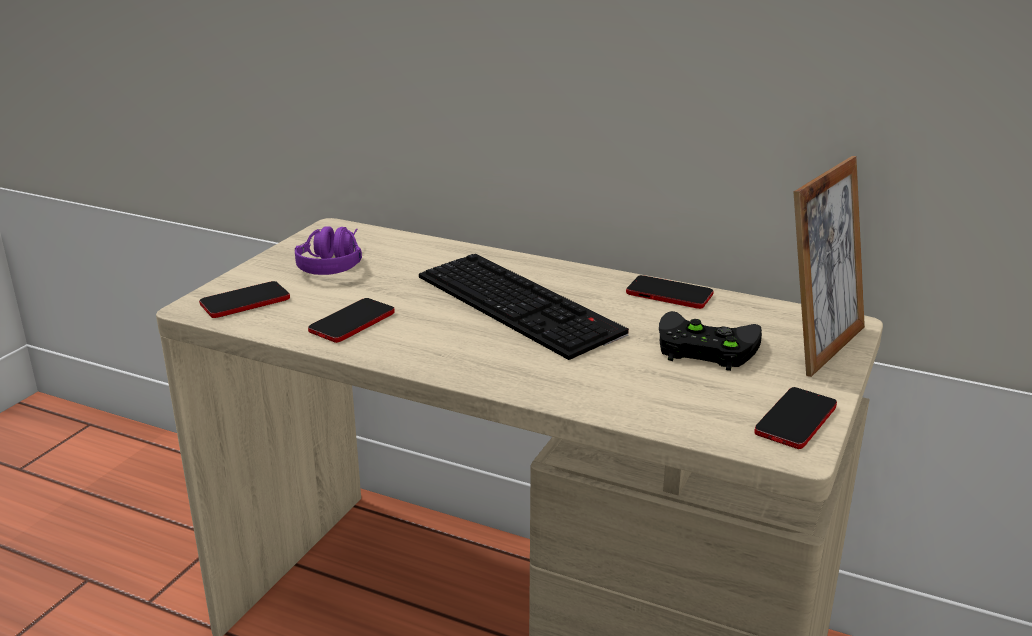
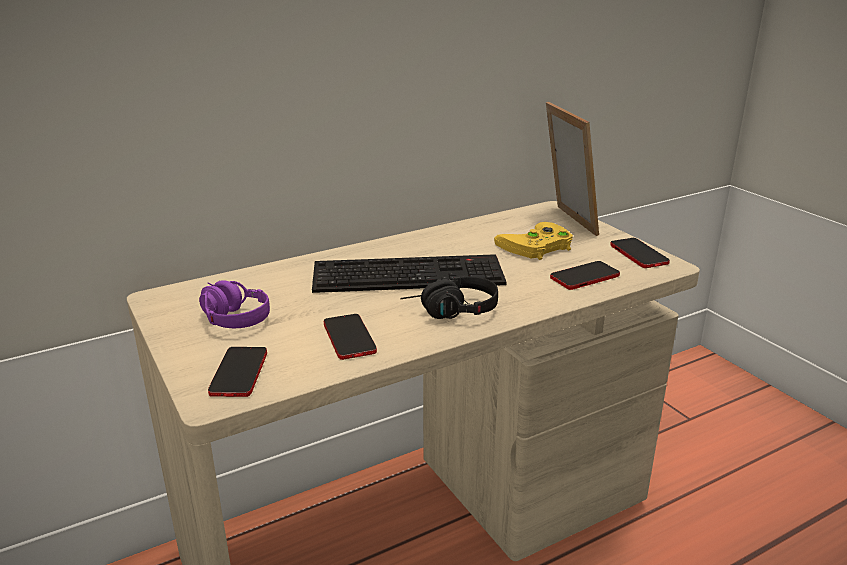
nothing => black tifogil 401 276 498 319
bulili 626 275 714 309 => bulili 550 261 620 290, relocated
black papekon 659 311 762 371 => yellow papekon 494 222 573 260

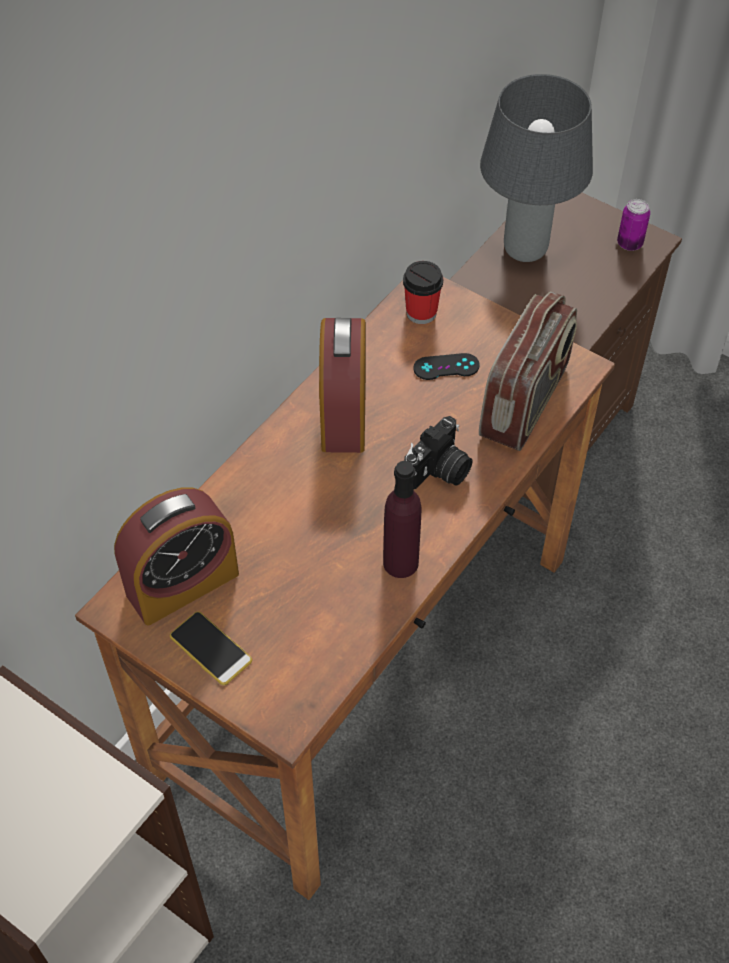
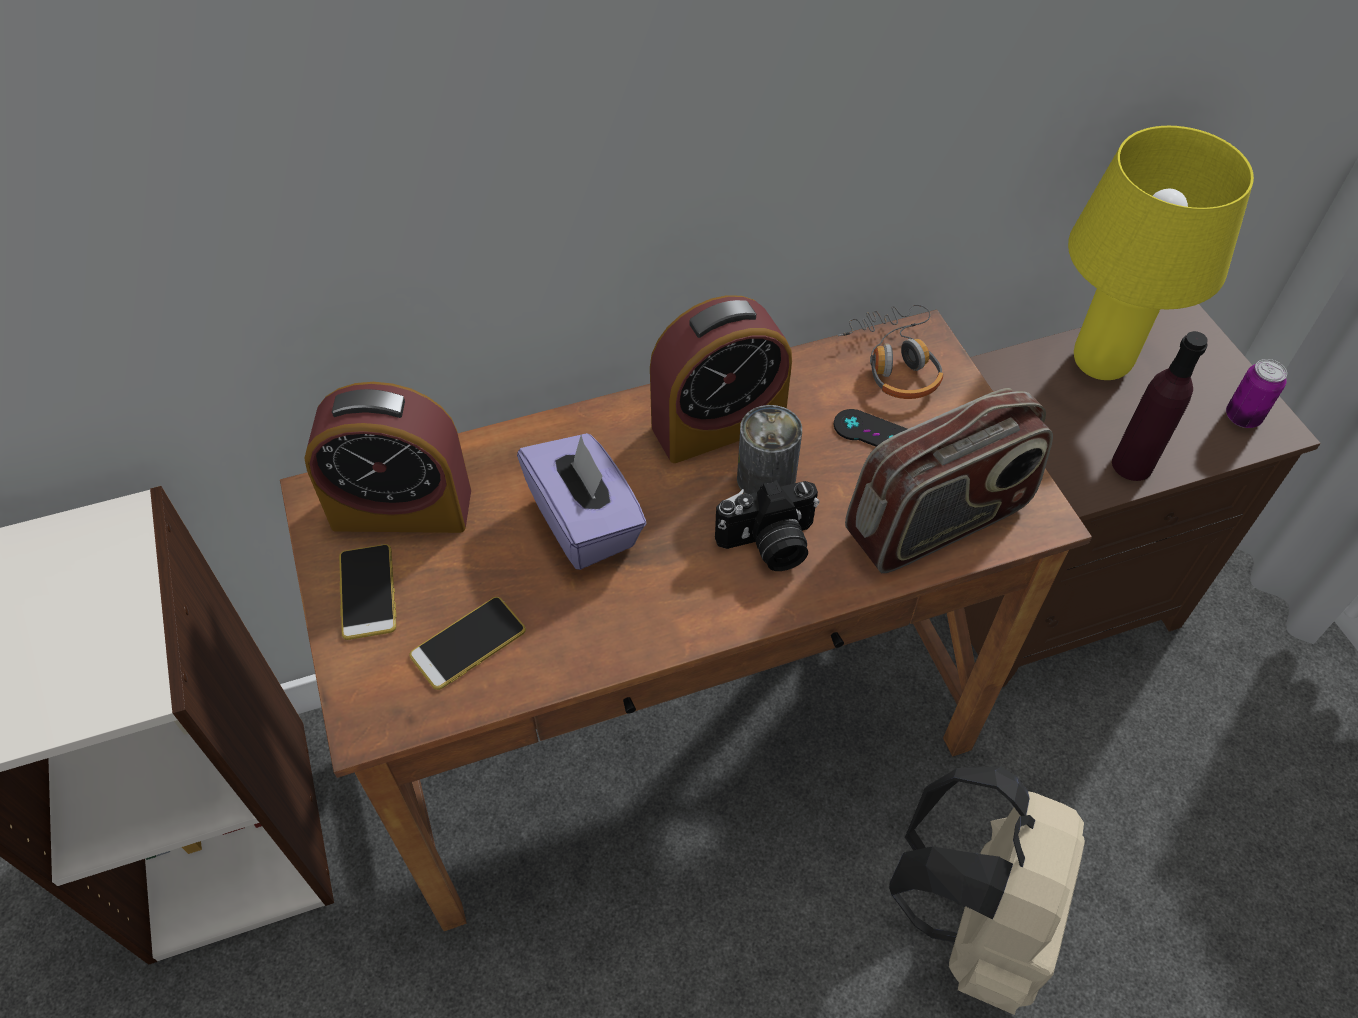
nothing => bulili 409 597 526 690
nothing => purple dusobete 517 433 647 570
nothing => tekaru 737 405 802 494
nothing => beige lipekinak 889 766 1085 1015
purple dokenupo 383 461 421 578 => purple dokenupo 1112 331 1208 481, relocated
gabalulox 403 261 443 324 => tifogil 838 304 943 399
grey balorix 480 74 593 262 => yellow balorix 1068 126 1254 380
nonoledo 319 318 366 453 => nonoledo 650 295 792 463, 150 degrees counterclockwise

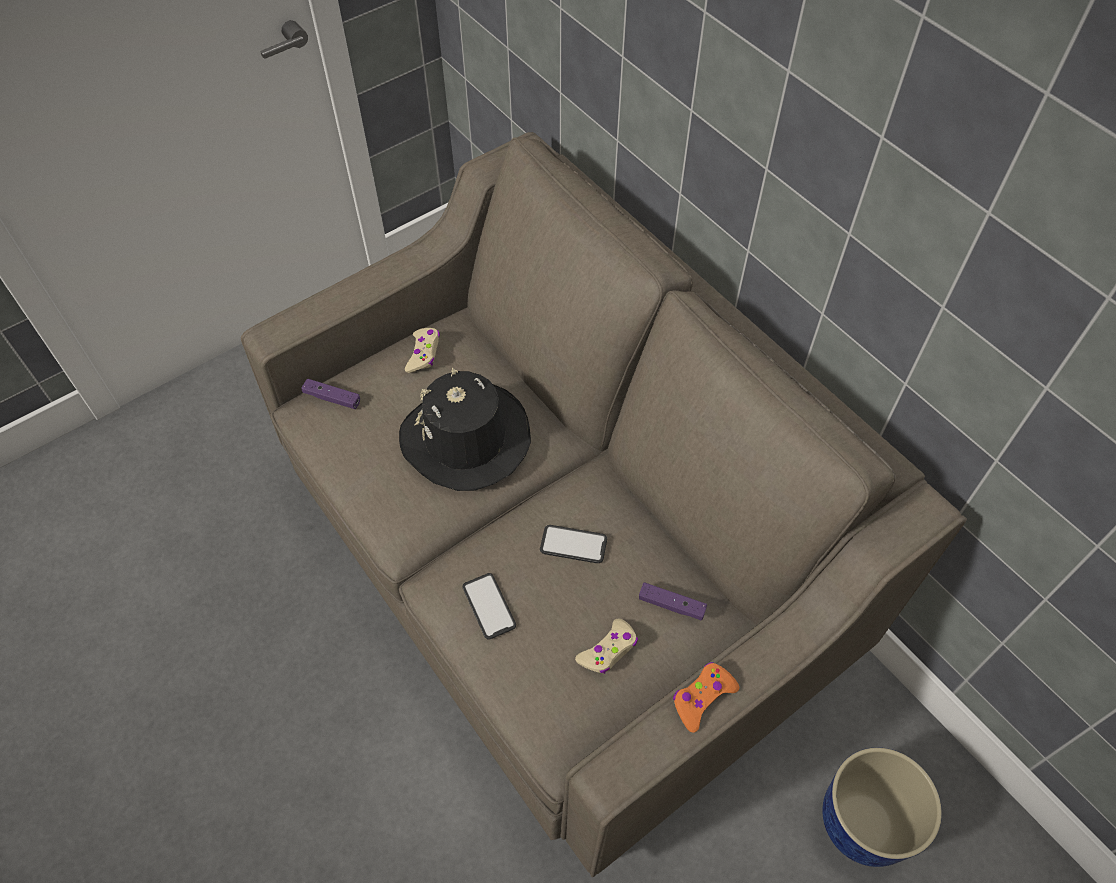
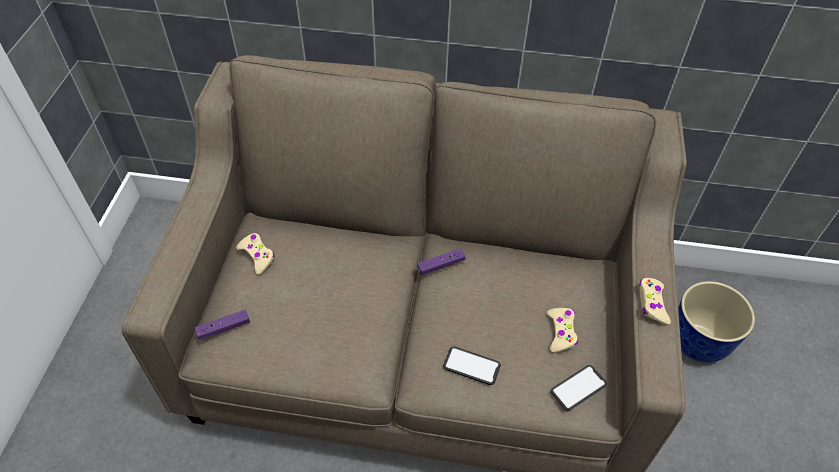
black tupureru 399 368 531 491 => nothing
bulili 540 525 607 563 => bulili 551 365 607 411, relocated
purple papekon 639 582 707 621 => purple papekon 417 248 465 275, relocated
orange papekon 673 662 739 733 => beige papekon 639 278 671 325

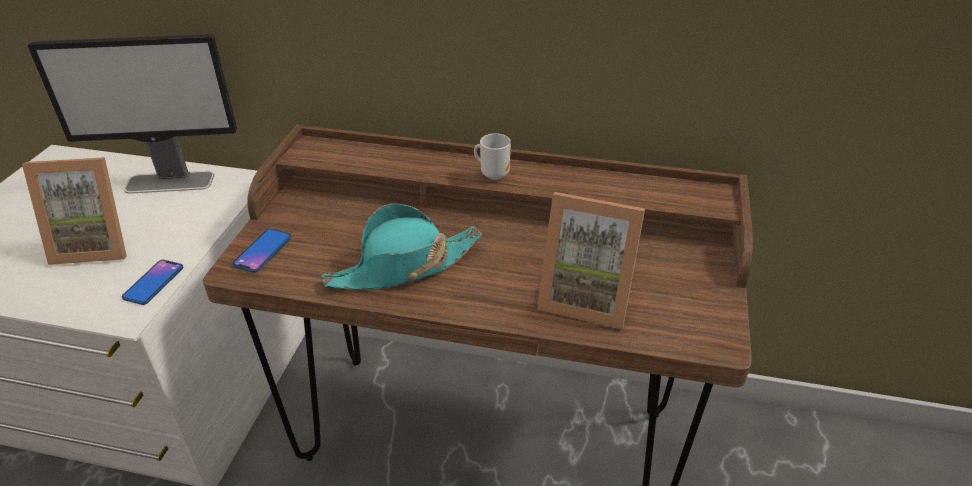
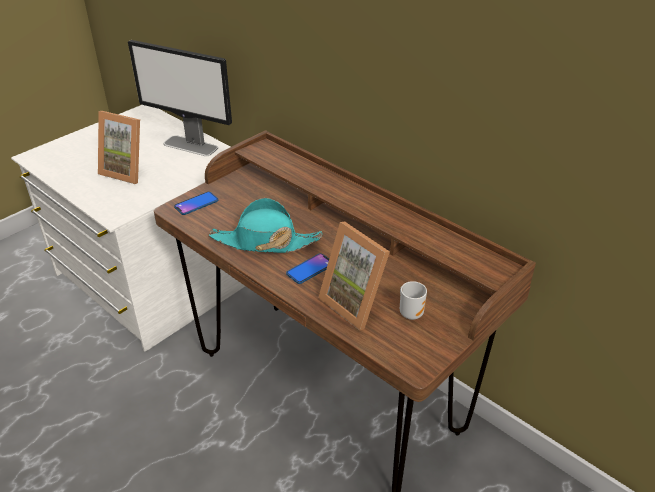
bulili 122 260 183 305 => bulili 286 253 329 284, relocated
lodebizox 474 133 511 180 => lodebizox 400 281 427 320, relocated

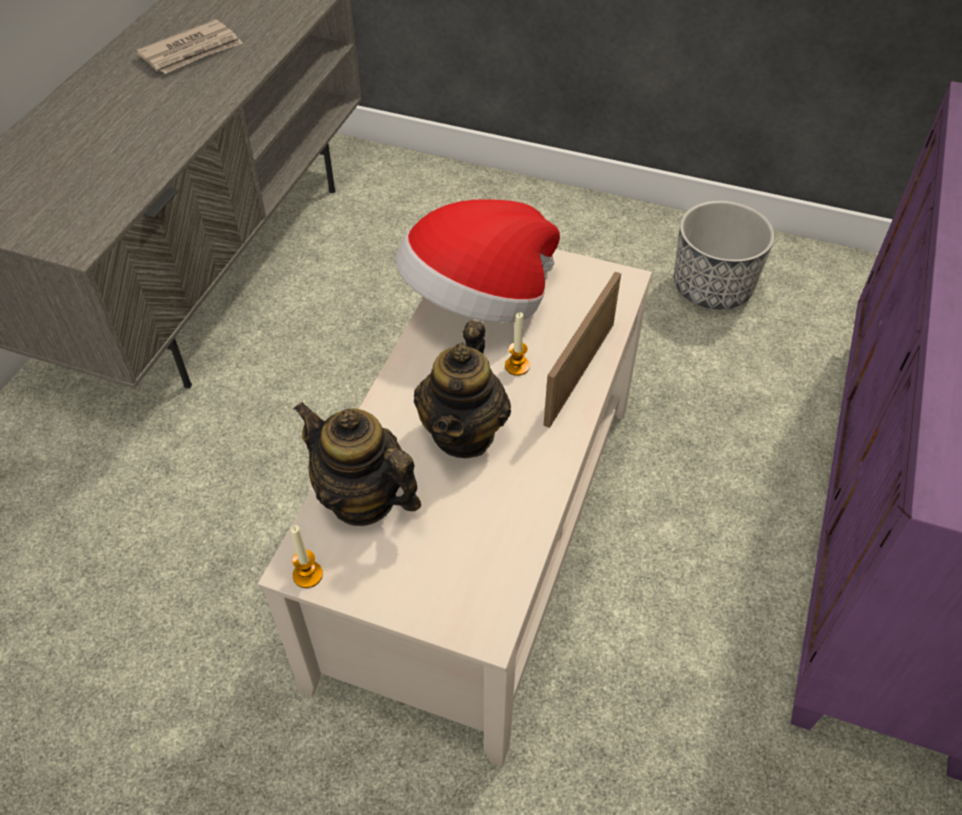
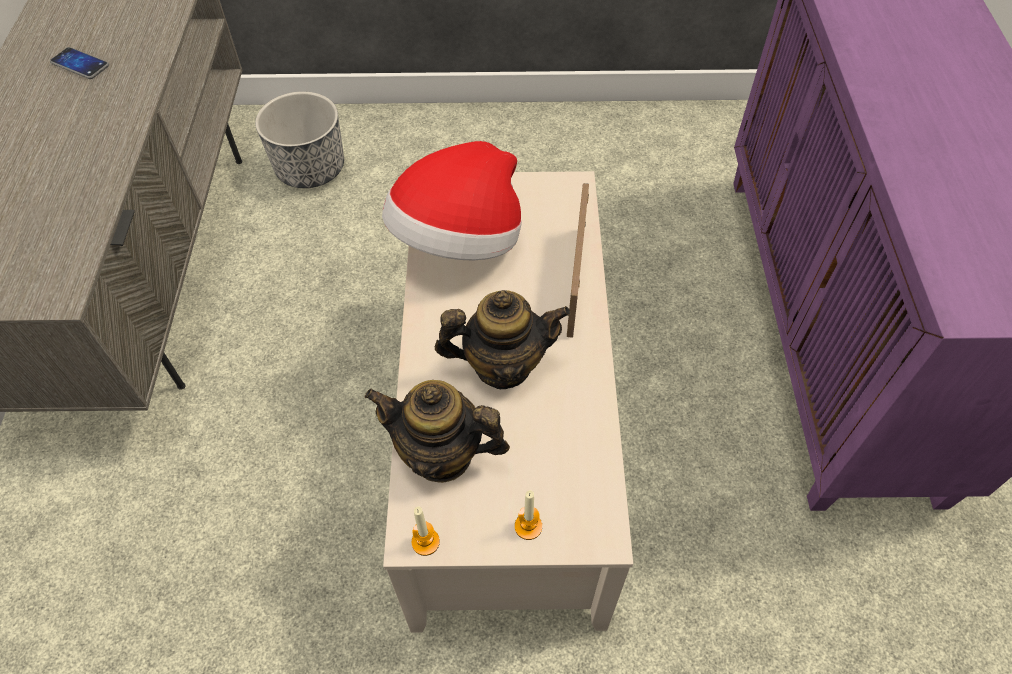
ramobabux 505 312 530 376 => ramobabux 515 490 542 540, relocated
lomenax 674 201 775 309 => lomenax 255 91 344 188, relocated
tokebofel 135 19 243 74 => bulili 50 47 109 79
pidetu 414 321 511 458 => pidetu 435 290 571 389, 90 degrees counterclockwise

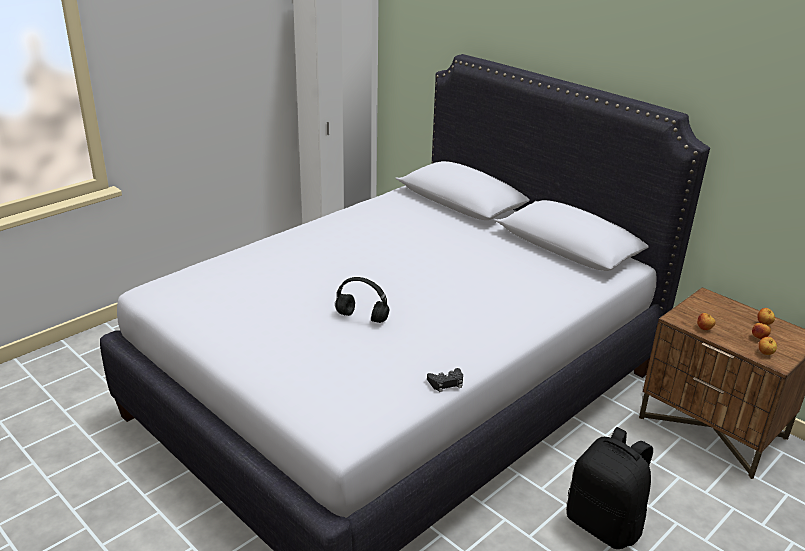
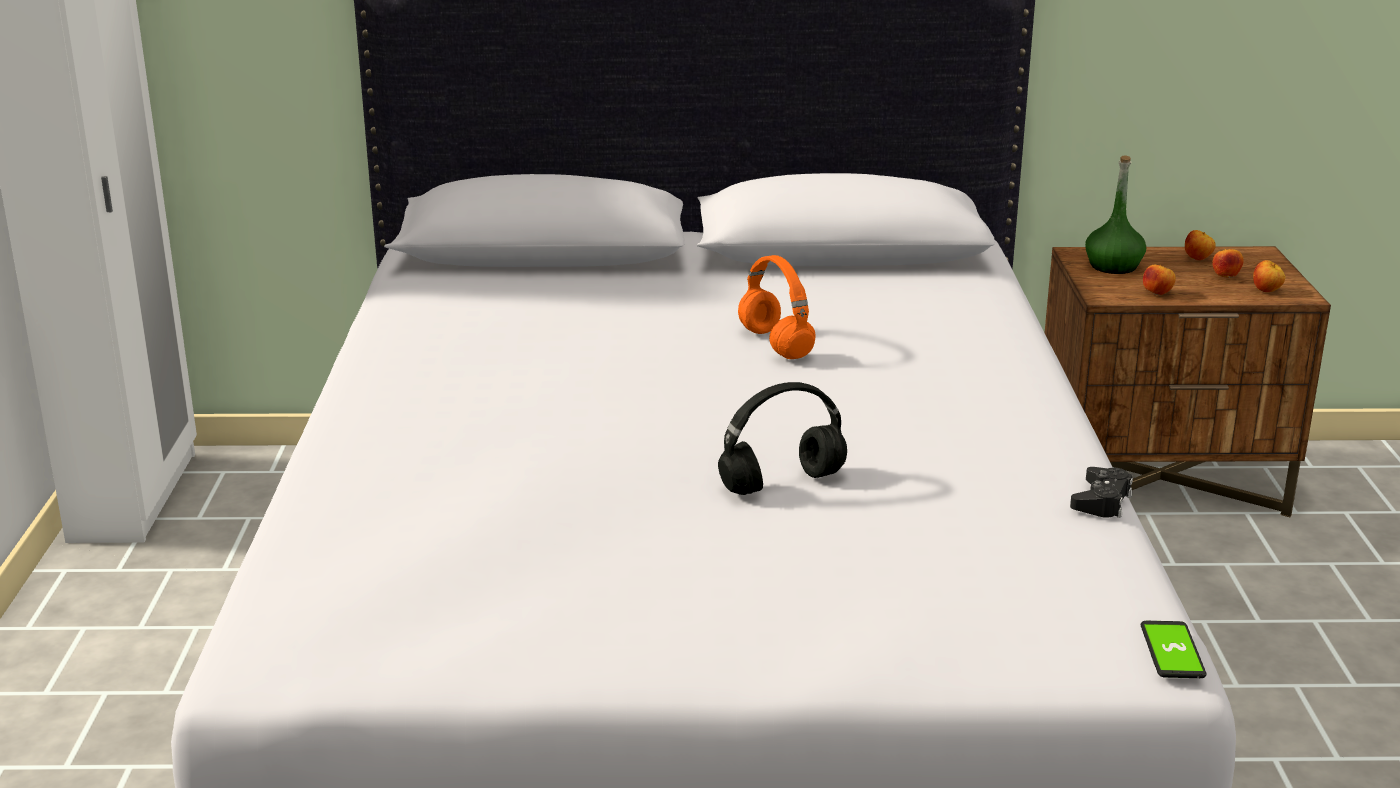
black lipekinak 567 427 653 549 => nothing
nothing => orange tifogil 738 255 815 359
nothing => green dokenupo 1085 155 1146 274
nothing => bulili 1141 621 1206 678

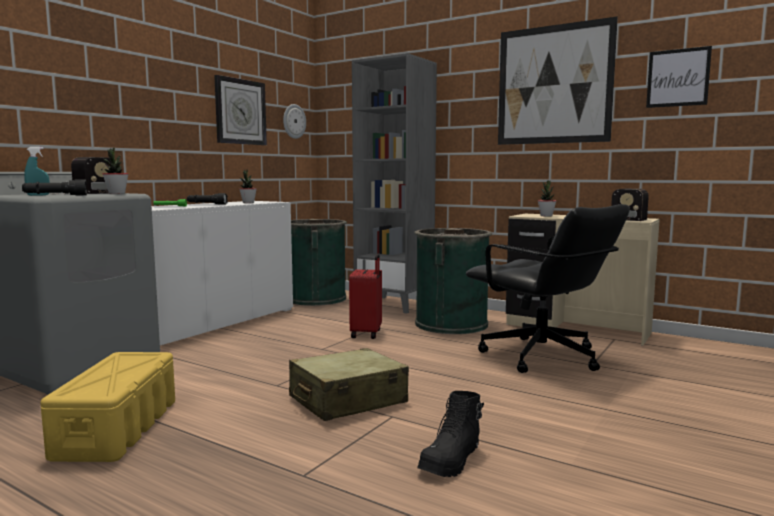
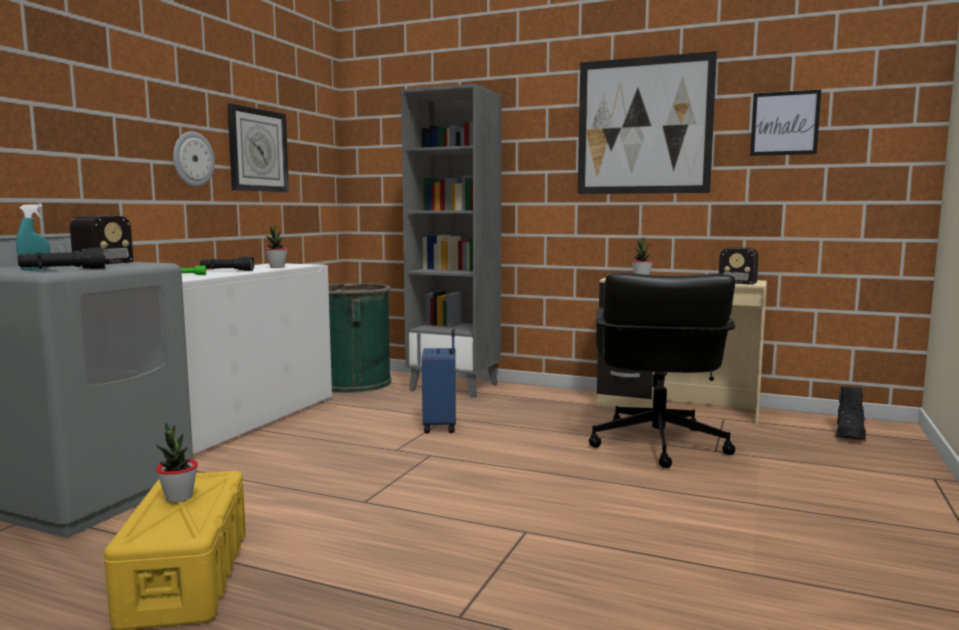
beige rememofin 289 348 409 421 => nothing
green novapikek 414 228 492 334 => nothing
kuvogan 103 148 128 194 => kuvogan 155 422 198 502, relocated
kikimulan 283 104 306 139 => kikimulan 173 131 215 187, relocated
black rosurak 417 391 484 477 => black rosurak 836 387 866 441, relocated
red rememofin 349 254 382 339 => blue rememofin 422 329 456 433
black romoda 466 204 630 373 => black romoda 589 272 736 468, 60 degrees clockwise

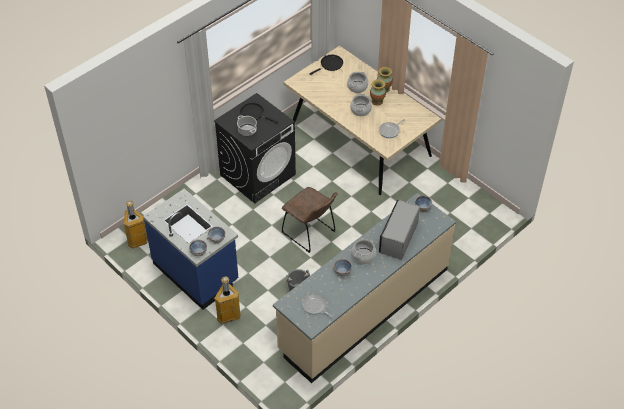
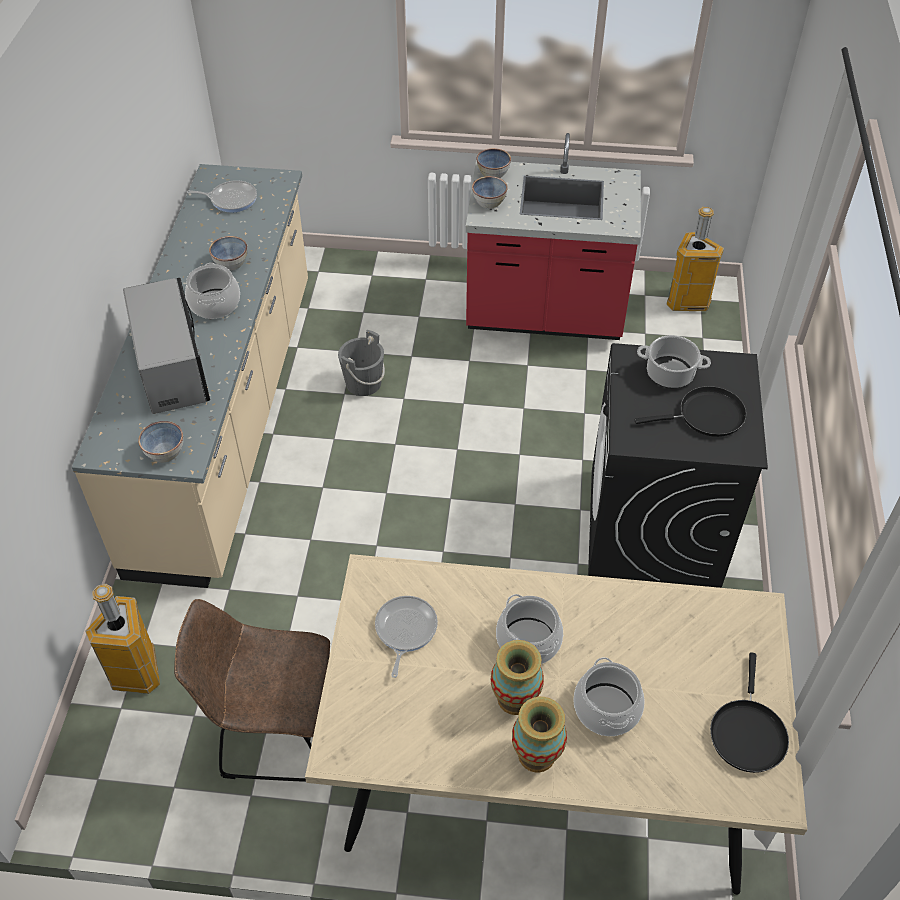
novapikek 214 276 241 324 => novapikek 85 584 160 694, relocated
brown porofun 282 187 338 253 => brown porofun 174 599 330 782, relocated
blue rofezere 143 189 238 310 => red rofezere 466 133 641 340

